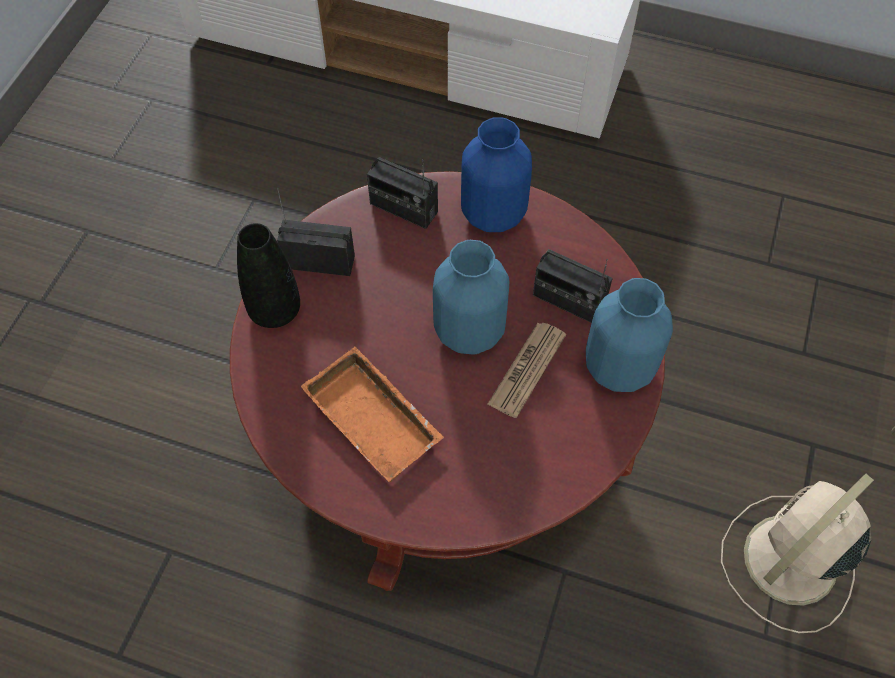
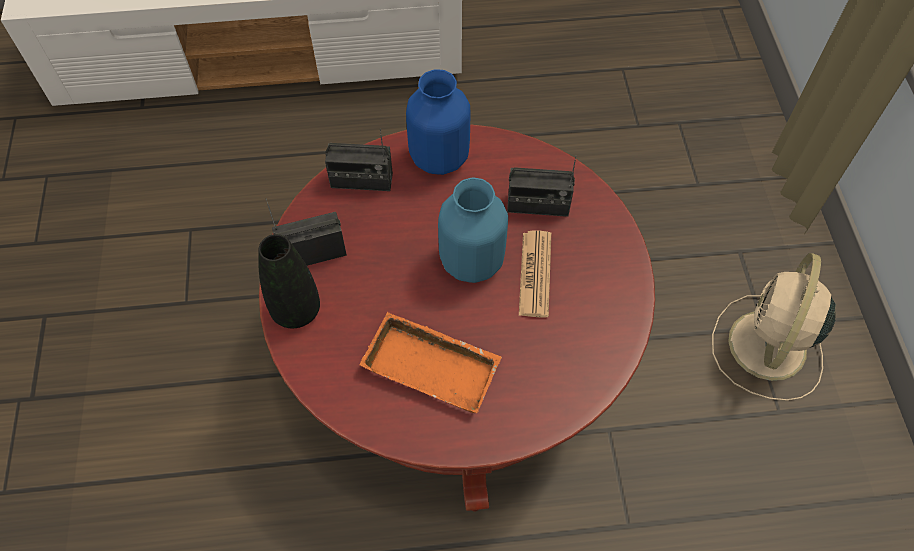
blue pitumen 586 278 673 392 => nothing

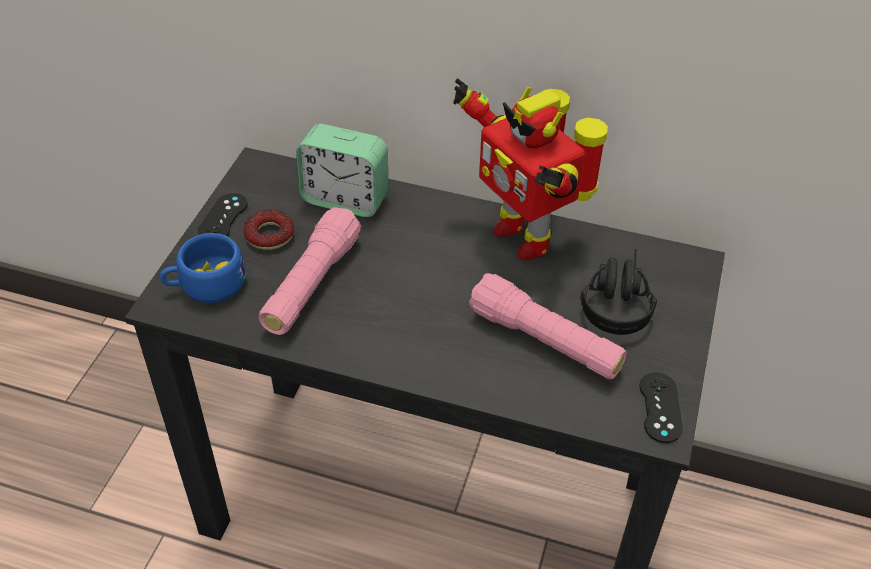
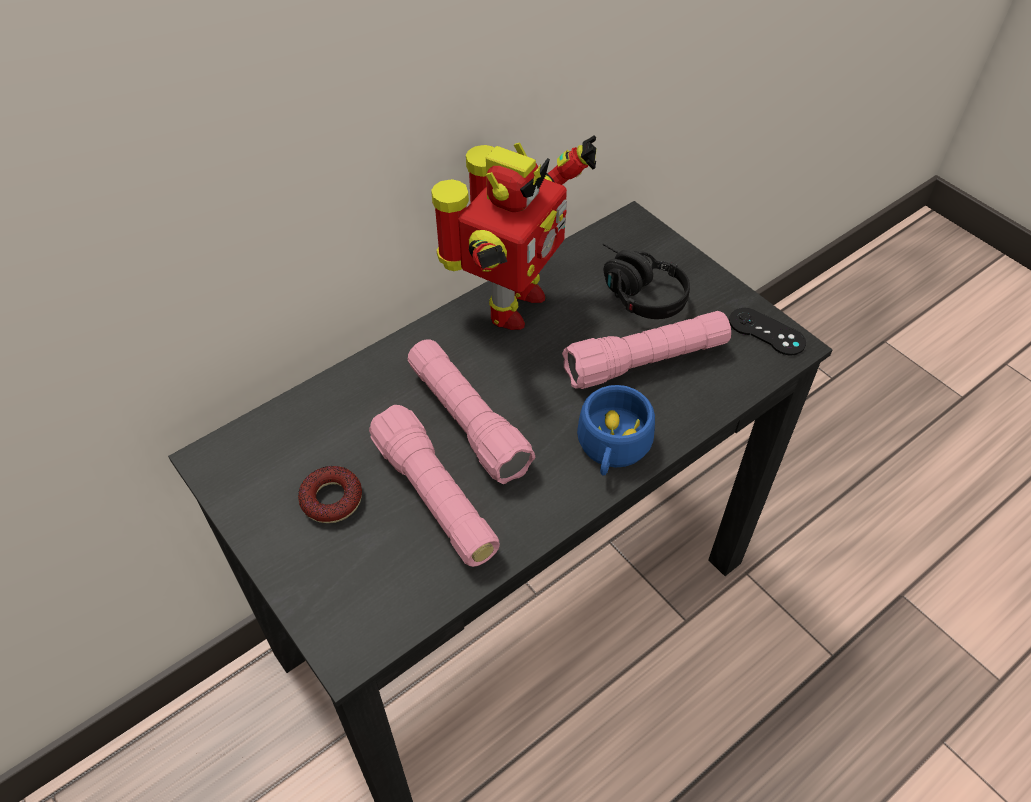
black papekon 197 193 247 236 => nothing
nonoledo 296 124 388 217 => nothing
nothing => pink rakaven 408 339 535 484
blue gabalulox 160 233 246 303 => blue gabalulox 577 385 655 476, relocated
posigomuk 453 78 608 260 => posigomuk 431 136 597 330, 60 degrees counterclockwise

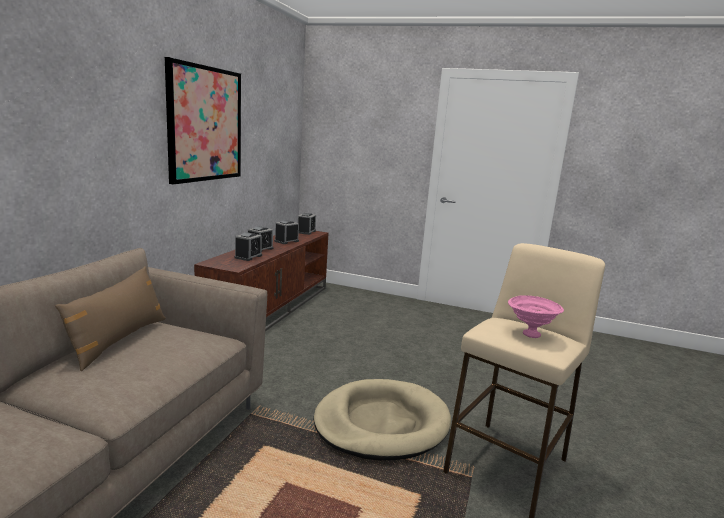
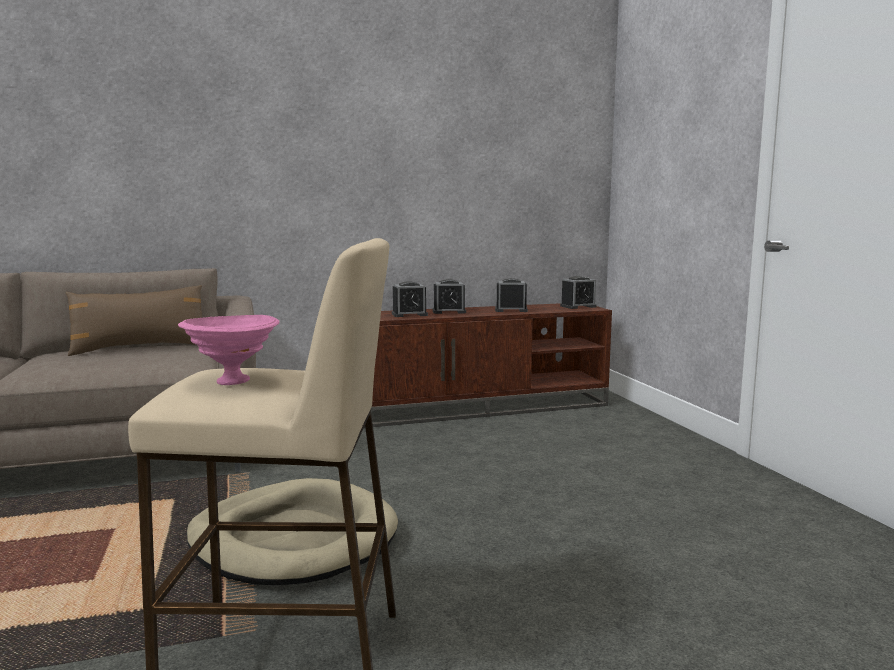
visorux 165 57 241 184 => nothing

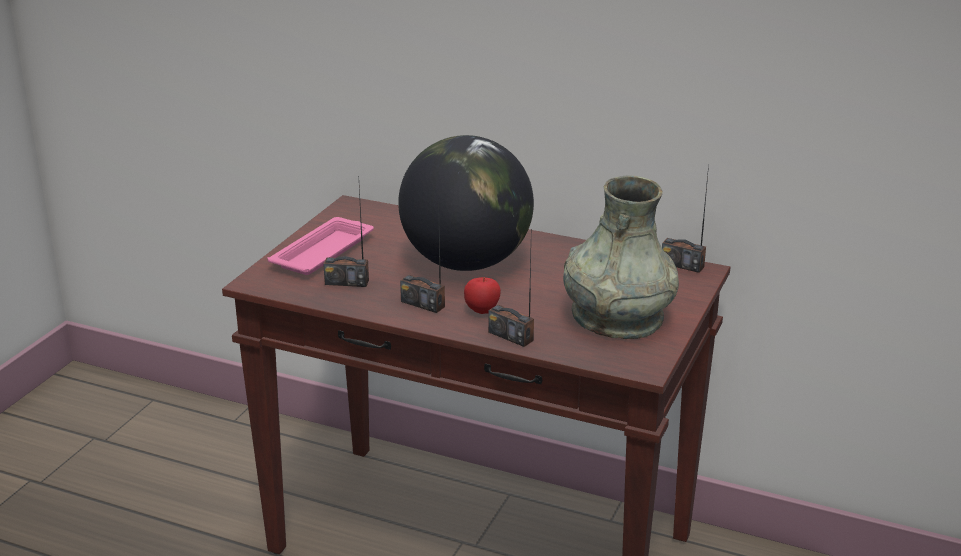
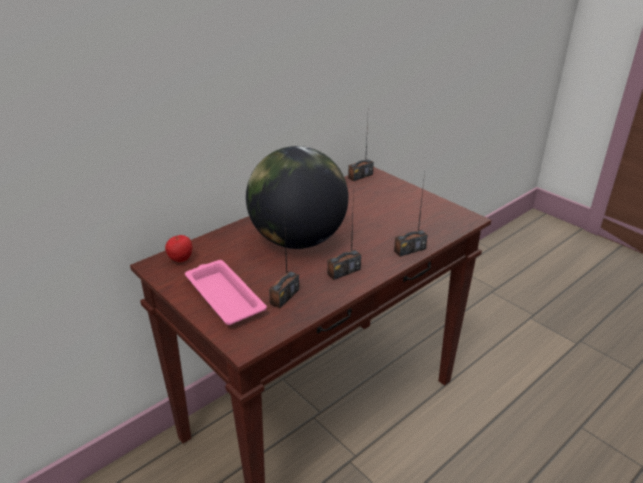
grey pitumen 563 176 679 339 => nothing
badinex 464 277 501 314 => badinex 165 235 192 262, relocated

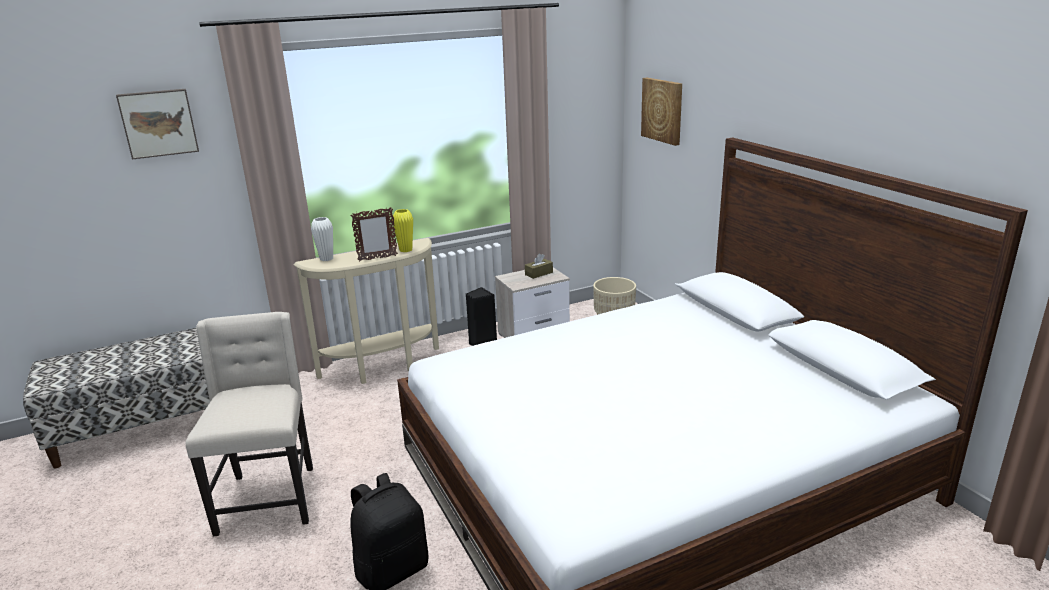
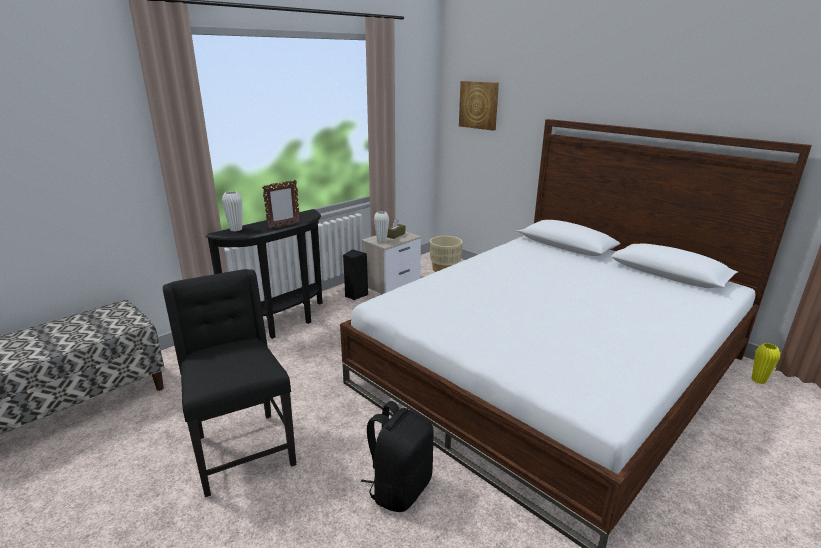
visorux 116 89 199 159 => nothing
nothing => white pitumen 374 211 389 243
yellow pitumen 393 209 413 252 => yellow pitumen 752 343 780 384, relocated
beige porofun 186 312 313 536 => black porofun 163 269 296 497
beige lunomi 294 238 439 384 => black lunomi 205 209 322 339

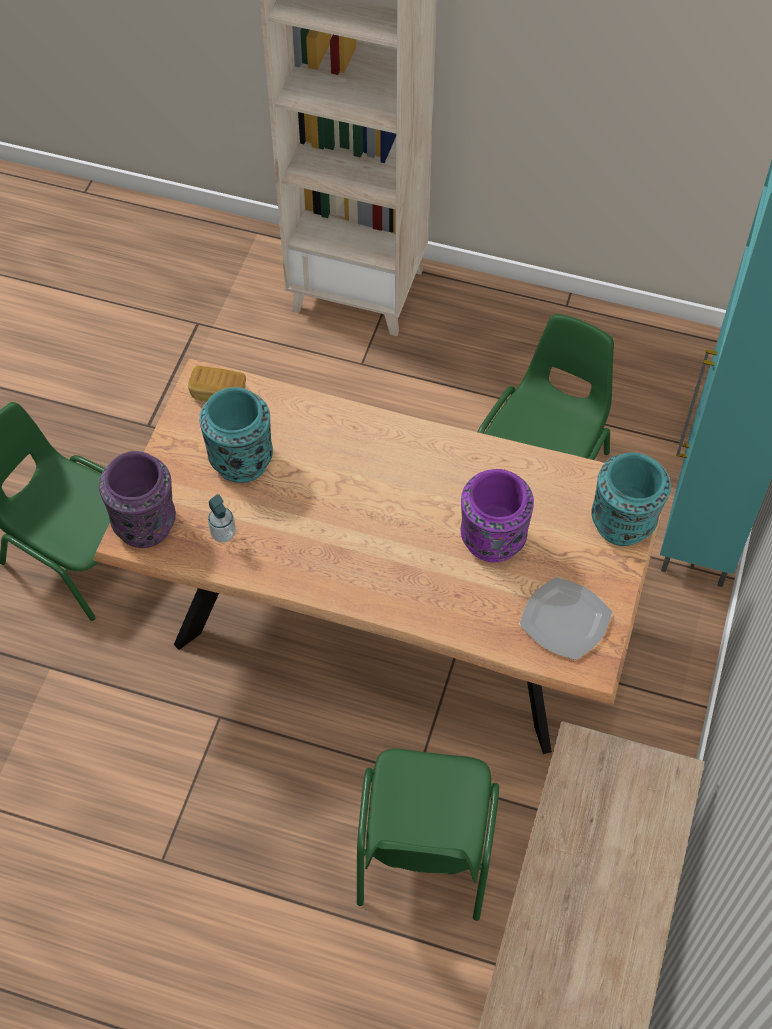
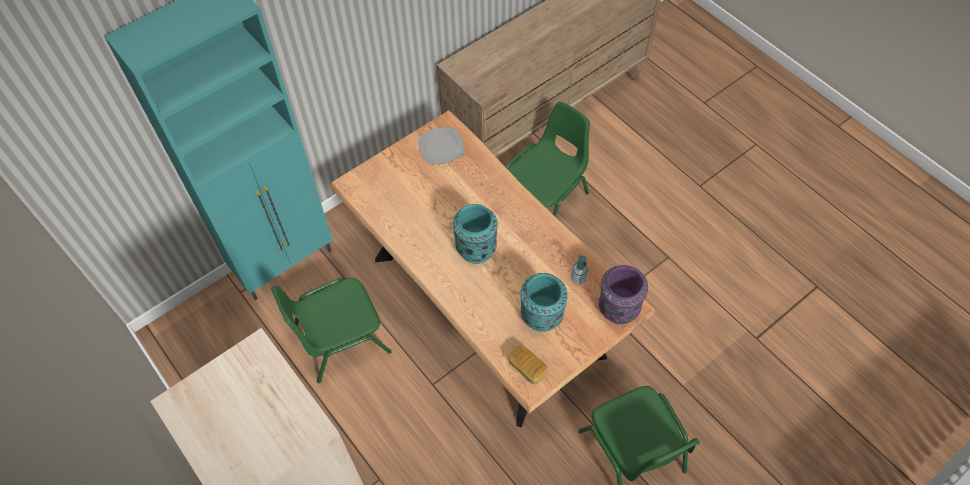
purple pitumen 461 469 534 562 => nothing
turquoise pitumen 591 452 671 546 => turquoise pitumen 453 204 498 264, relocated

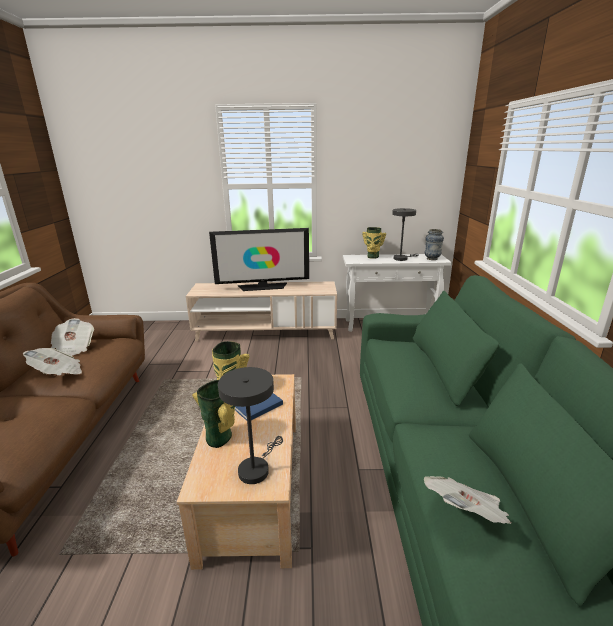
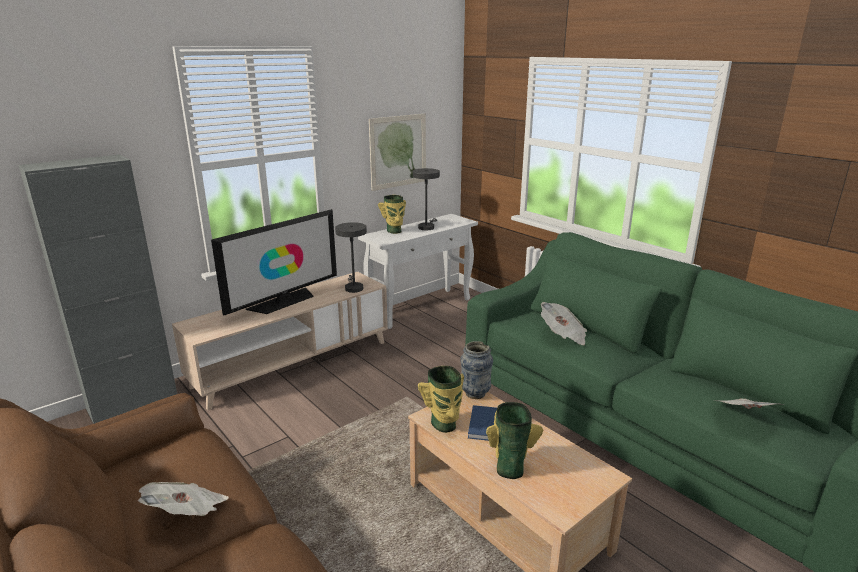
nothing => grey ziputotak 19 154 177 424
nothing => visorux 369 114 426 191
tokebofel 51 318 94 356 => tokebofel 541 302 587 345, relocated
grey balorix 218 367 283 484 => grey balorix 335 222 367 293, relocated
pitumen 425 229 444 260 => pitumen 461 341 493 399, relocated

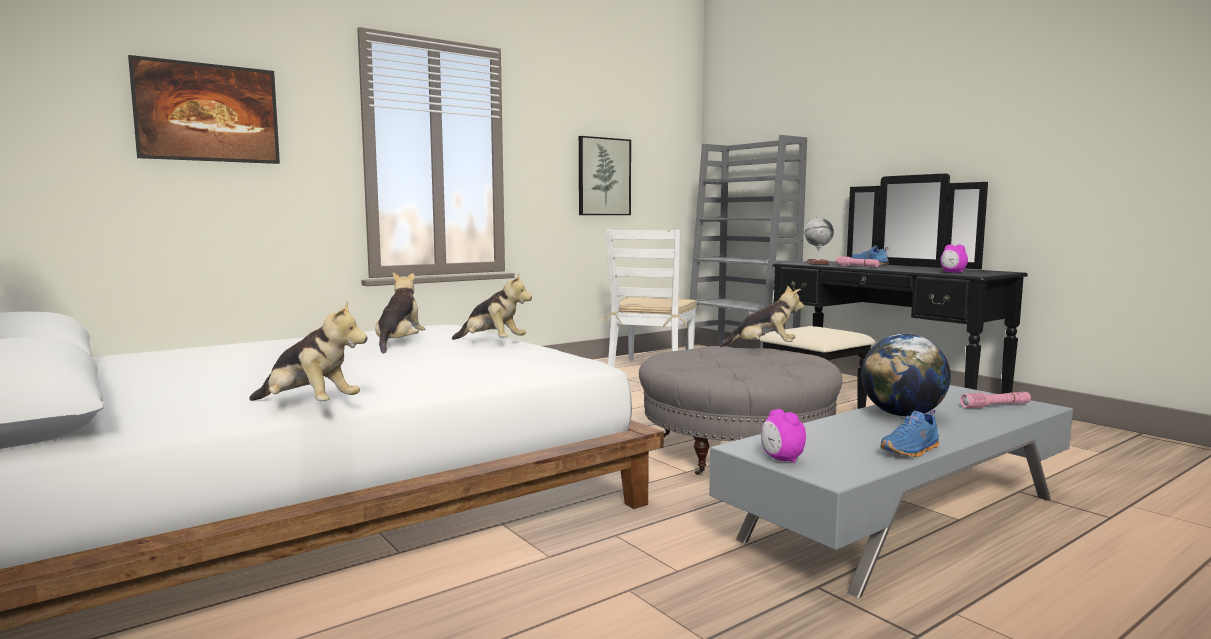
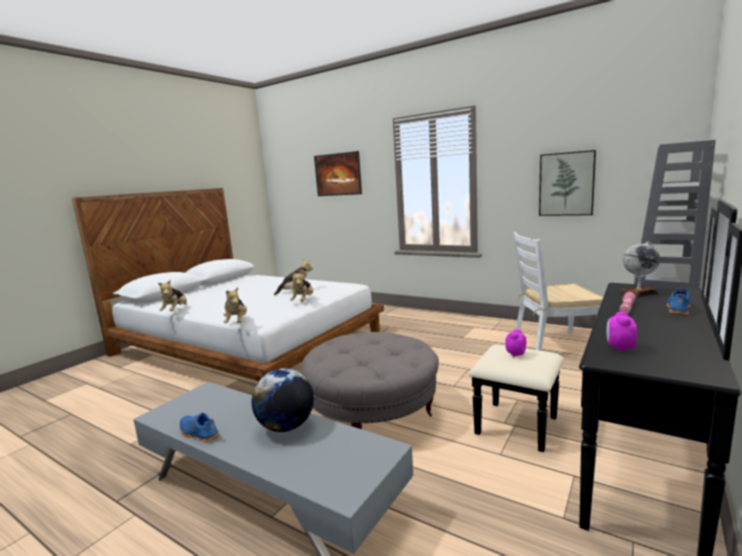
pink rakaven 960 392 1031 408 => nothing
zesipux 720 286 804 347 => zesipux 223 287 247 323, relocated
nonoledo 761 409 806 463 => nonoledo 505 329 526 357, relocated

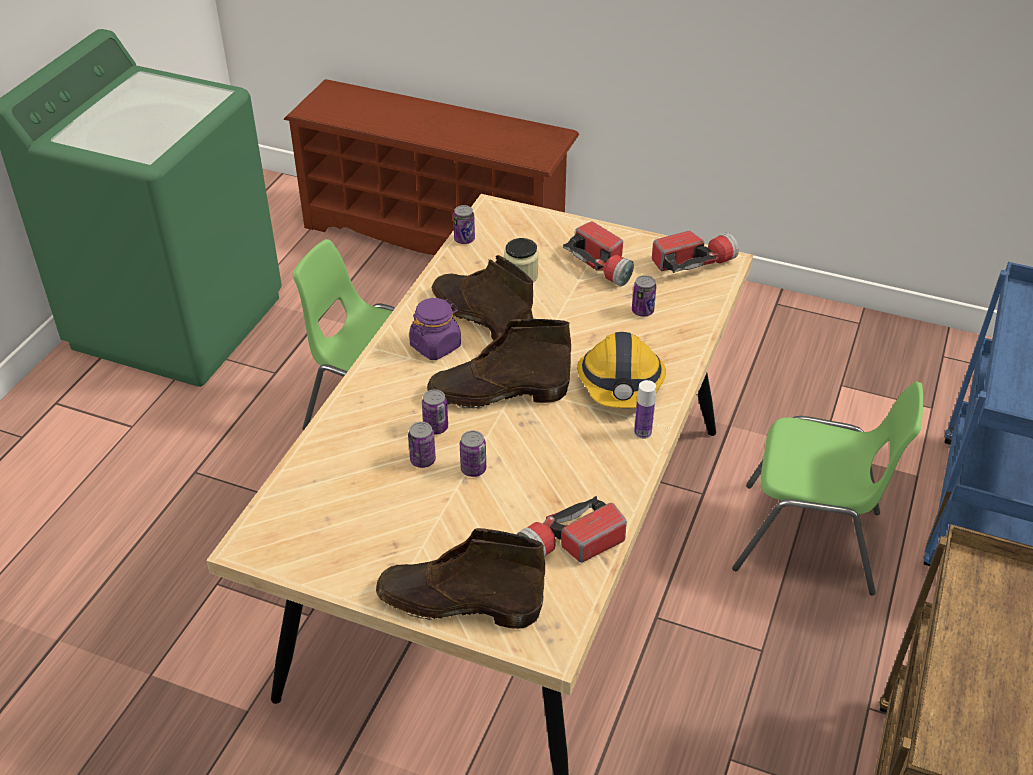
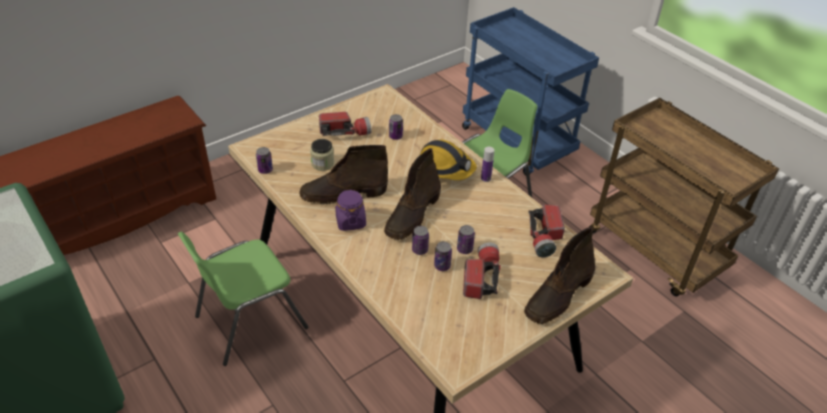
rakaven 652 230 739 273 => rakaven 463 243 501 299, relocated

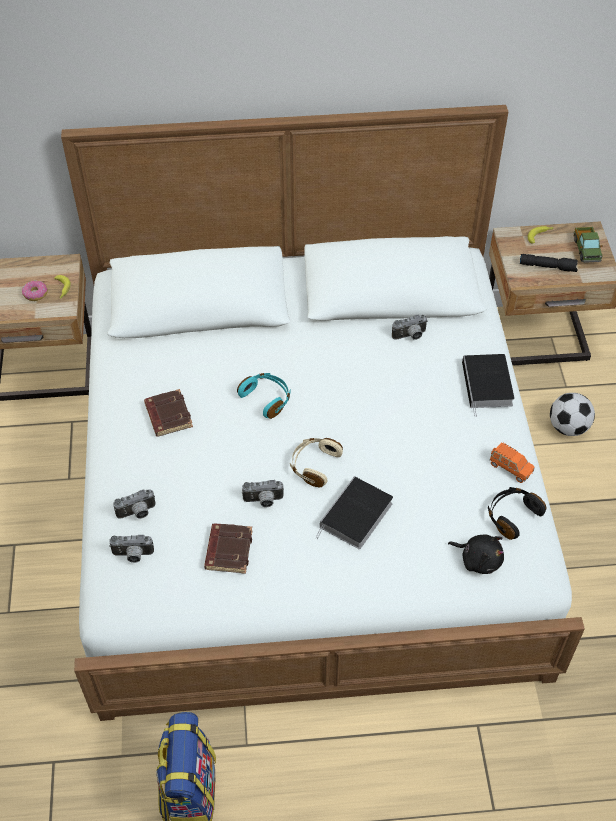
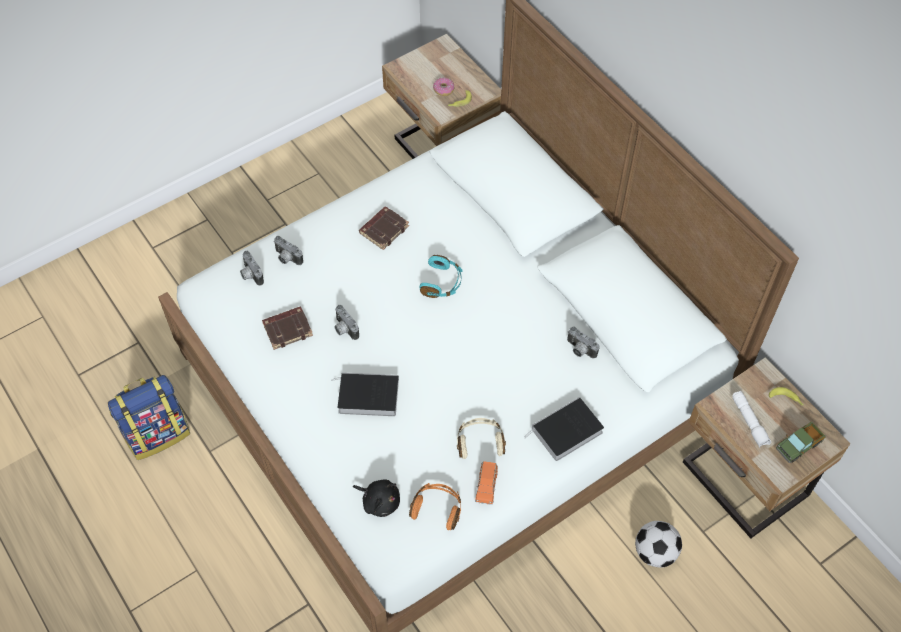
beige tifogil 290 438 343 488 => beige tifogil 457 418 506 459, relocated
black tifogil 488 487 547 540 => orange tifogil 409 483 461 530
black rakaven 519 254 578 272 => white rakaven 732 391 771 448
black zesipux 448 534 504 574 => black zesipux 353 479 400 517, 60 degrees counterclockwise

